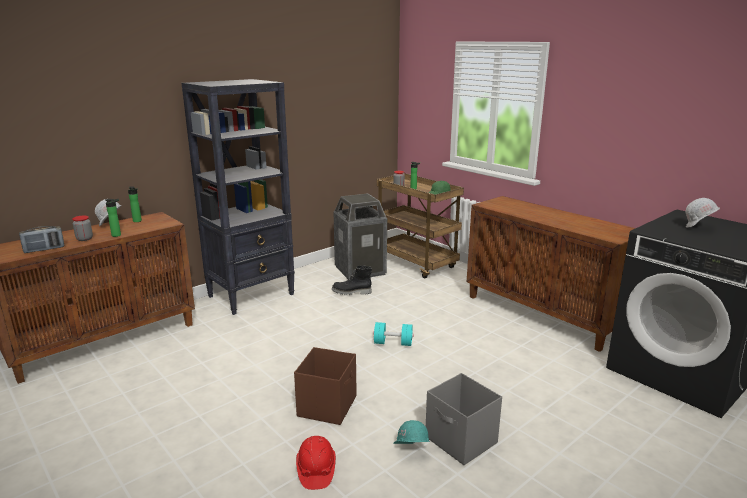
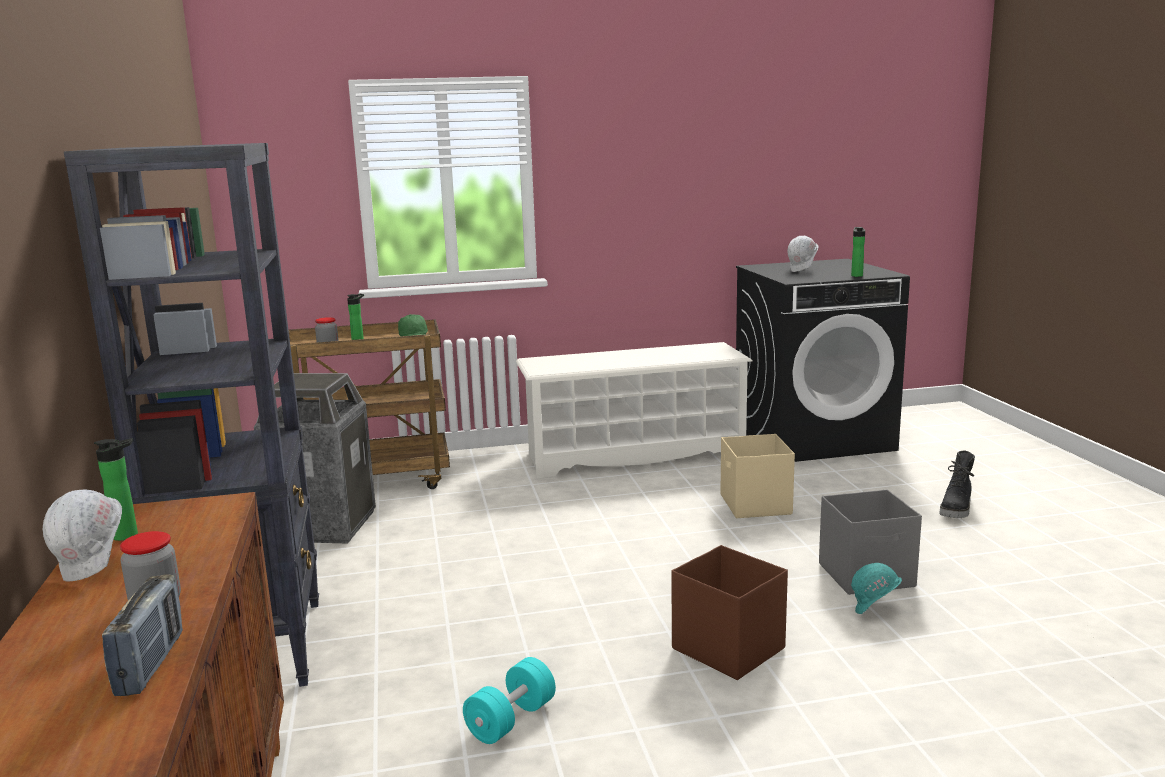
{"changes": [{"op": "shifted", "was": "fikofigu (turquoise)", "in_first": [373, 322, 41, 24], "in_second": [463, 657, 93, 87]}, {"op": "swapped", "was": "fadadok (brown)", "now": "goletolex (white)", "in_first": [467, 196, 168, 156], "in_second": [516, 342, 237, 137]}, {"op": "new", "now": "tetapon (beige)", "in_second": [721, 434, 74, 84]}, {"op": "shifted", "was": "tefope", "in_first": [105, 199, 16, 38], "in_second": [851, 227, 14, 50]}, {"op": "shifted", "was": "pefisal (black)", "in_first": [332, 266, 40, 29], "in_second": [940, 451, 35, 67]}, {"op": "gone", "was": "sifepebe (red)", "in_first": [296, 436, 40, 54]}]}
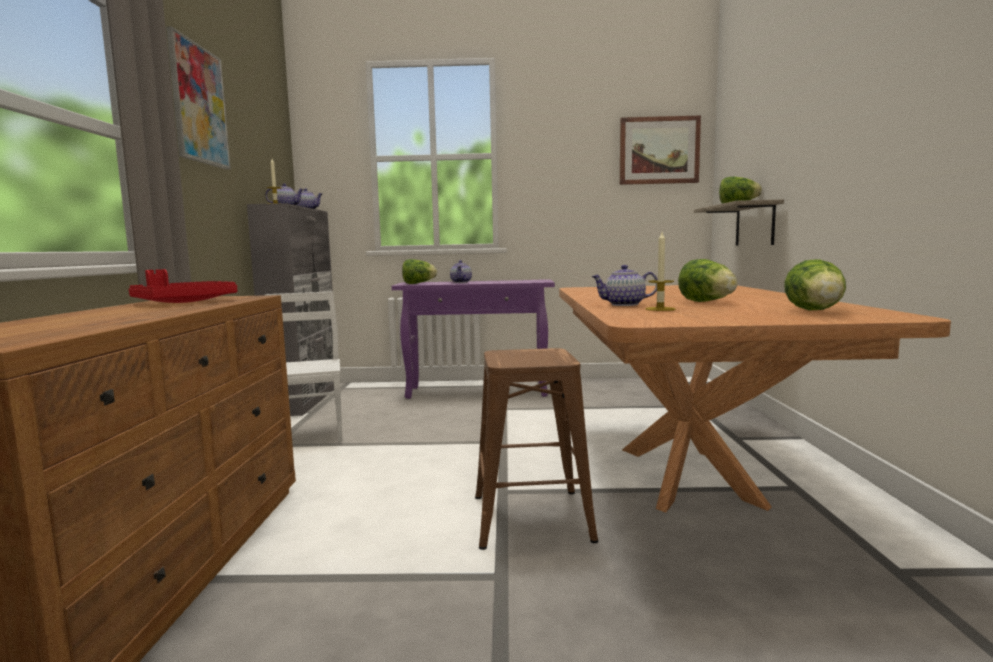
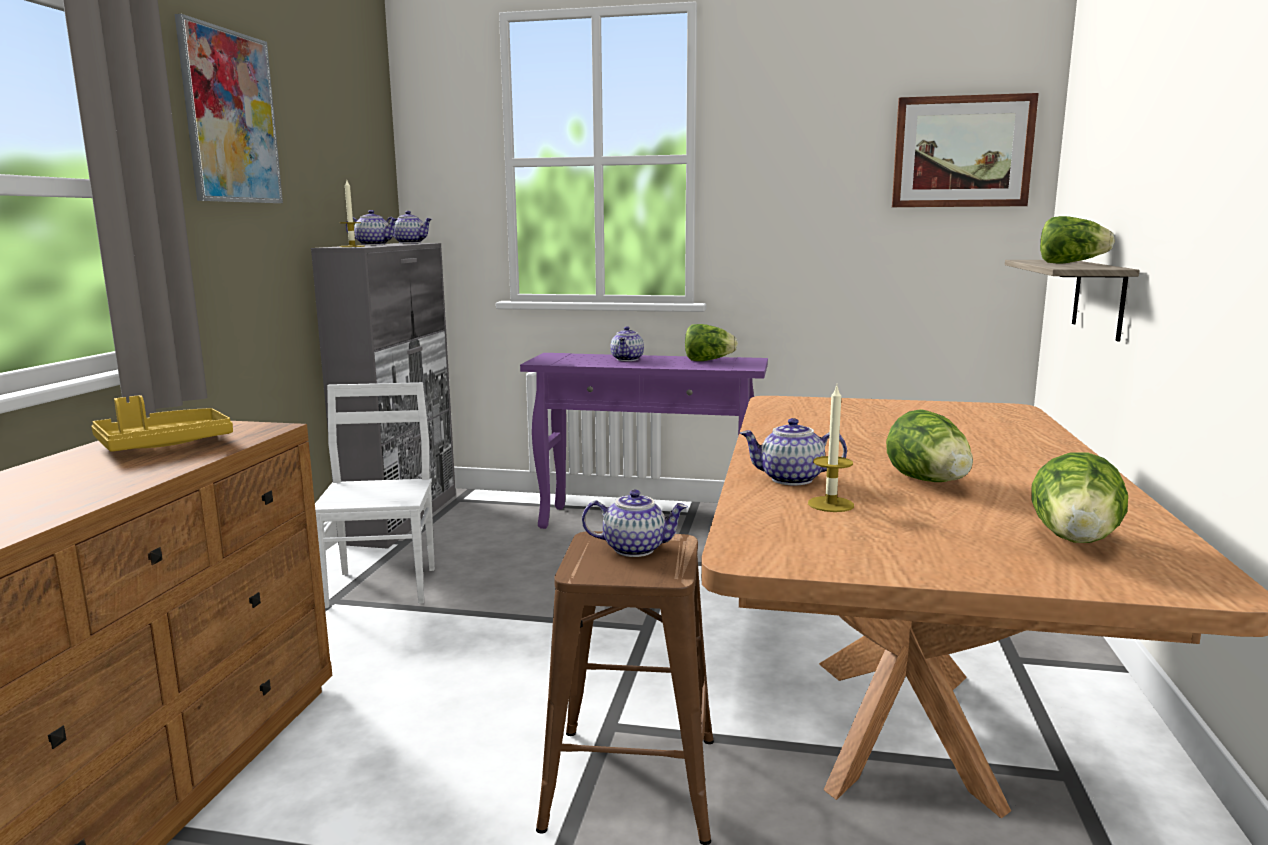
{"changes": [{"op": "repainted", "was": "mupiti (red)", "now": "mupiti (yellow)", "in_first": [129, 269, 108, 34], "in_second": [91, 395, 142, 57]}, {"op": "new", "now": "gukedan", "in_second": [582, 490, 106, 67]}, {"op": "shifted", "was": "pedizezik", "in_first": [402, 259, 35, 25], "in_second": [685, 324, 53, 37]}]}
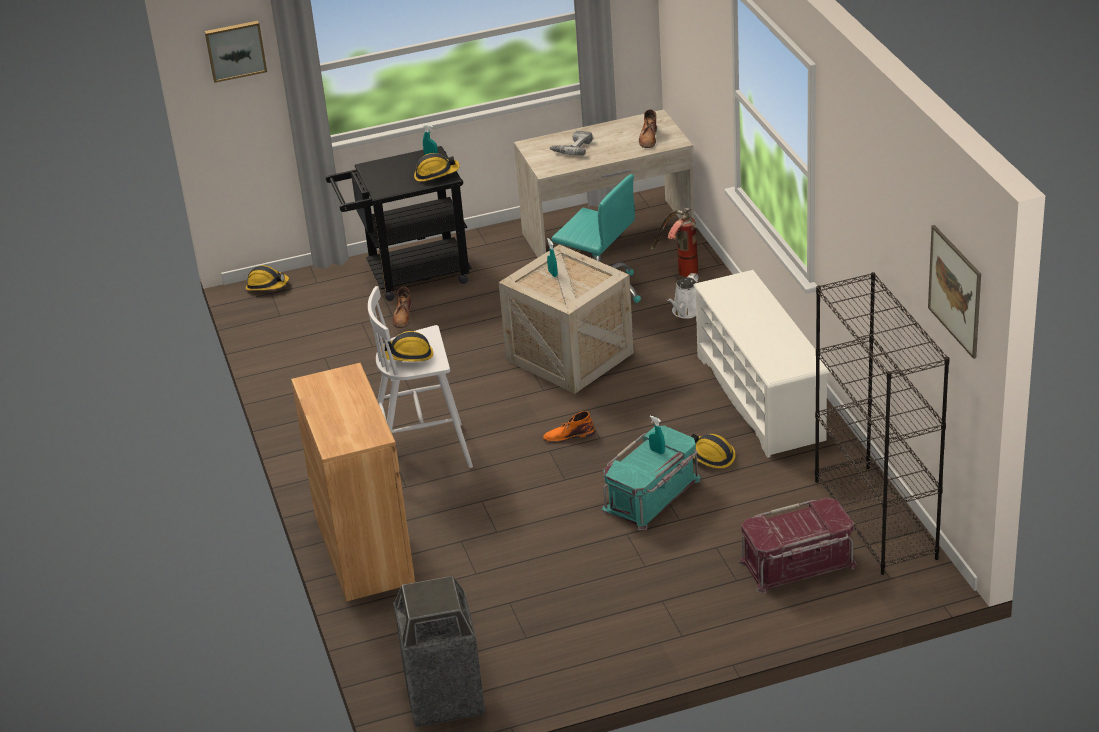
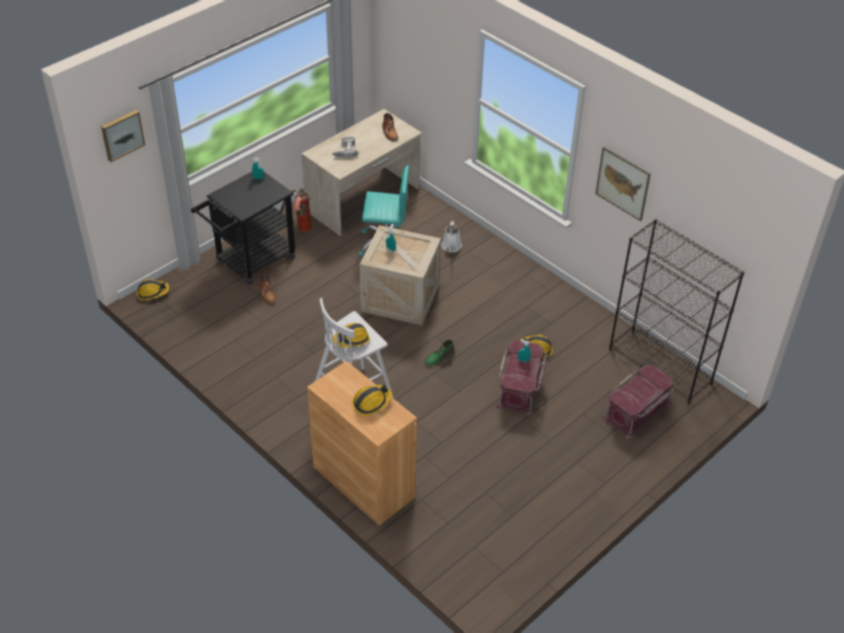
{"changes": [{"op": "shifted", "was": "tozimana", "in_first": [651, 208, 47, 69], "in_second": [280, 188, 31, 44]}, {"op": "shifted", "was": "sifepebe", "in_first": [414, 153, 46, 29], "in_second": [352, 385, 40, 31]}, {"op": "repainted", "was": "pefisal (orange)", "now": "pefisal (green)", "in_first": [543, 411, 52, 32], "in_second": [425, 340, 30, 26]}, {"op": "repainted", "was": "tetapon (turquoise)", "now": "tetapon (red)", "in_first": [602, 426, 99, 105], "in_second": [496, 340, 51, 75]}, {"op": "shifted", "was": "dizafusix", "in_first": [928, 225, 53, 134], "in_second": [595, 147, 56, 74]}, {"op": "gone", "was": "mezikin", "in_first": [393, 576, 92, 151]}, {"op": "gone", "was": "goletolex (white)", "in_first": [693, 270, 139, 188]}]}
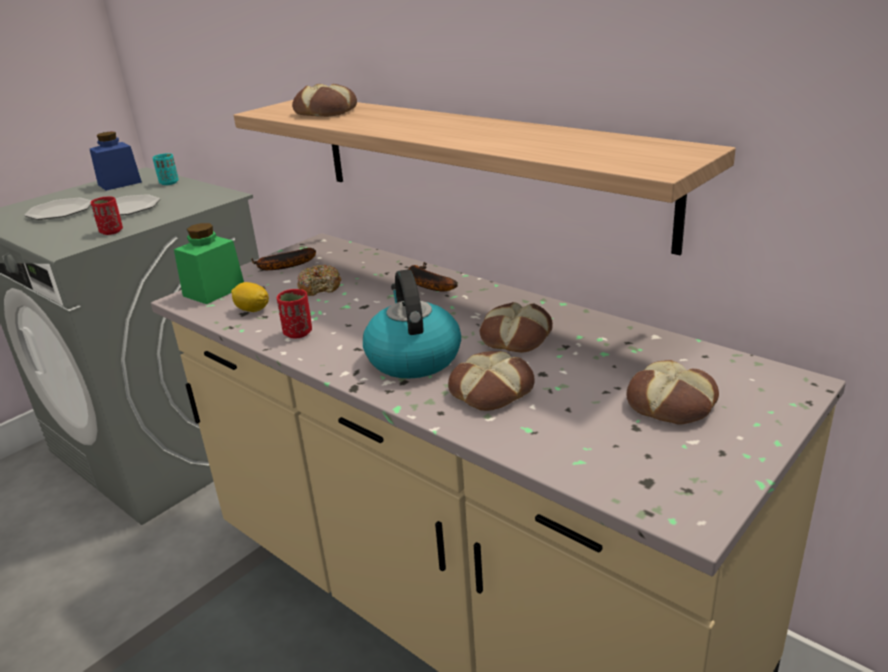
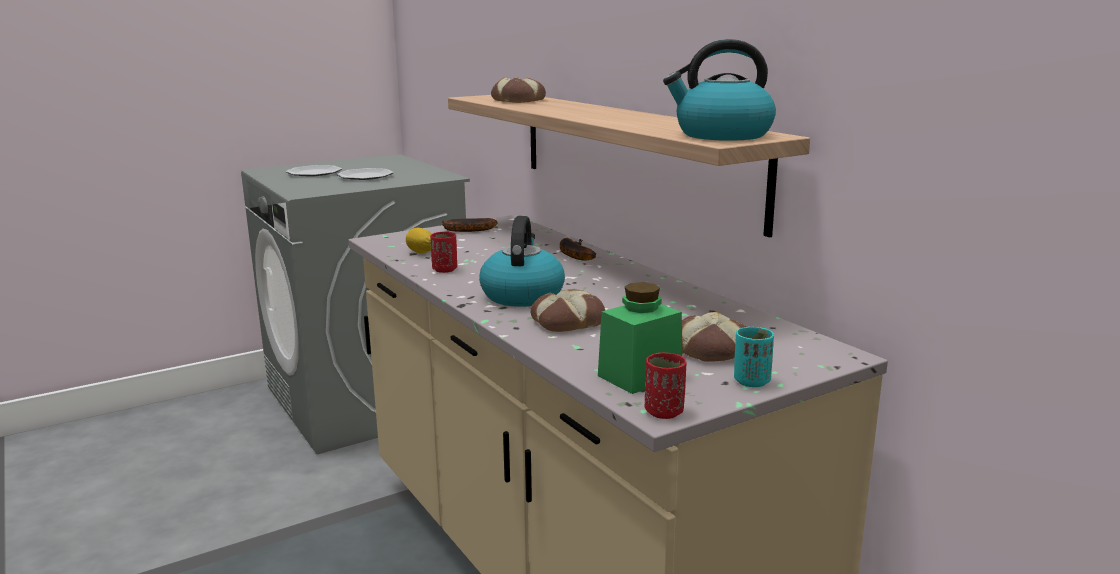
{"changes": [{"op": "shifted", "was": "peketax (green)", "in_first": [174, 223, 70, 81], "in_second": [598, 282, 84, 112]}, {"op": "shifted", "was": "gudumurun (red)", "in_first": [91, 197, 32, 38], "in_second": [645, 352, 42, 67]}, {"op": "new", "now": "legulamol", "in_second": [663, 39, 113, 102]}, {"op": "shifted", "was": "gudumurun (turquoise)", "in_first": [152, 153, 27, 32], "in_second": [734, 327, 40, 60]}, {"op": "gone", "was": "peketax (blue)", "in_first": [90, 132, 52, 59]}, {"op": "gone", "was": "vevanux", "in_first": [297, 265, 44, 31]}, {"op": "gone", "was": "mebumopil", "in_first": [480, 302, 73, 51]}]}
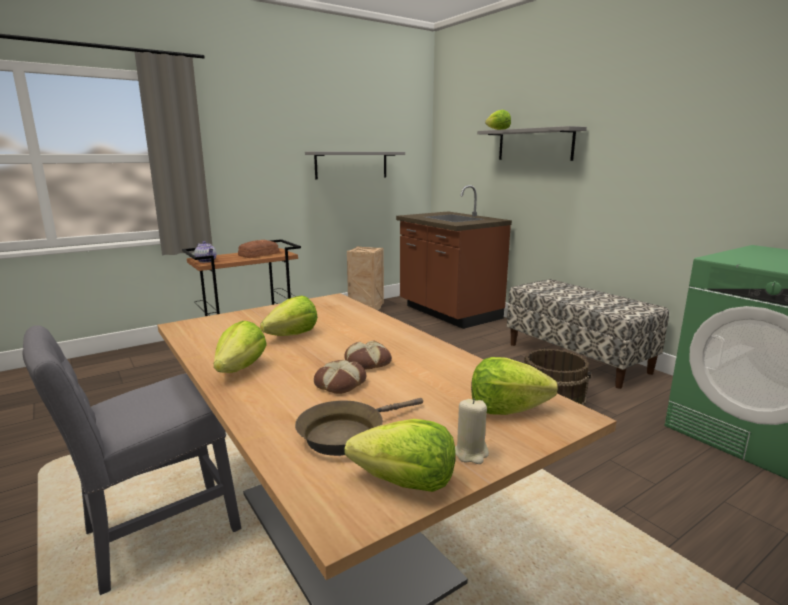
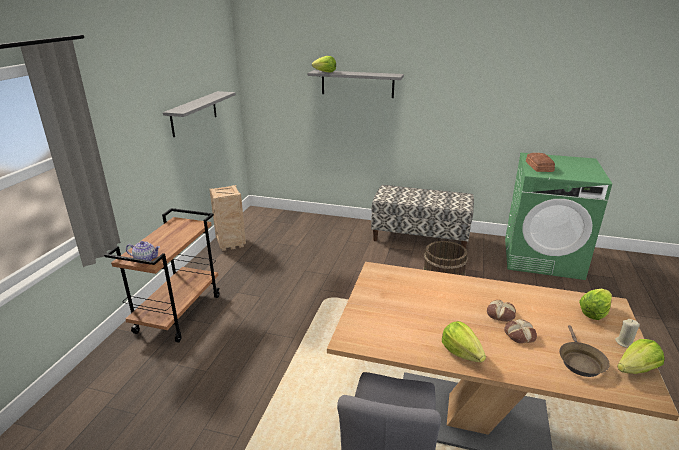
{"changes": [{"op": "shifted", "was": "mebumopil", "in_first": [238, 240, 41, 18], "in_second": [526, 153, 29, 19]}, {"op": "gone", "was": "pedizezik", "in_first": [260, 296, 57, 40]}, {"op": "gone", "was": "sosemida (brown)", "in_first": [396, 185, 116, 144]}]}
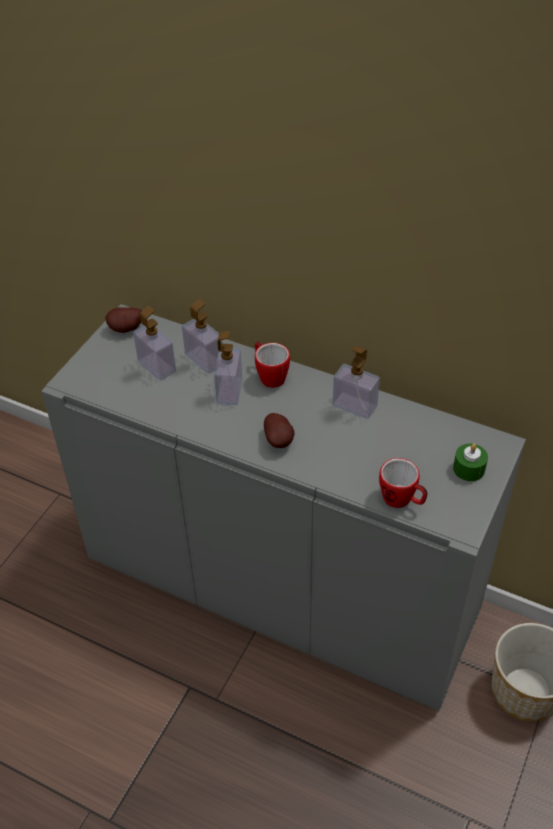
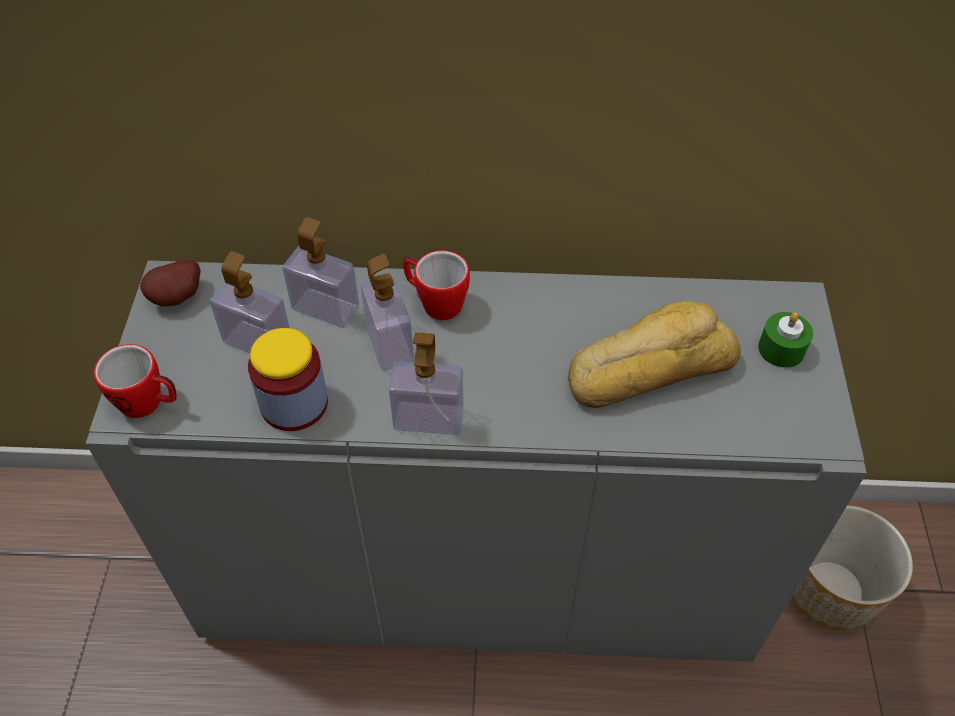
{"changes": [{"op": "shifted", "was": "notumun", "in_first": [379, 458, 48, 50], "in_second": [94, 344, 82, 74]}, {"op": "new", "now": "peketax", "in_second": [248, 328, 80, 103]}, {"op": "shifted", "was": "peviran", "in_first": [333, 346, 47, 73], "in_second": [389, 332, 75, 103]}, {"op": "new", "now": "mebumopil", "in_second": [567, 301, 174, 107]}, {"op": "gone", "was": "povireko", "in_first": [264, 413, 31, 35]}]}
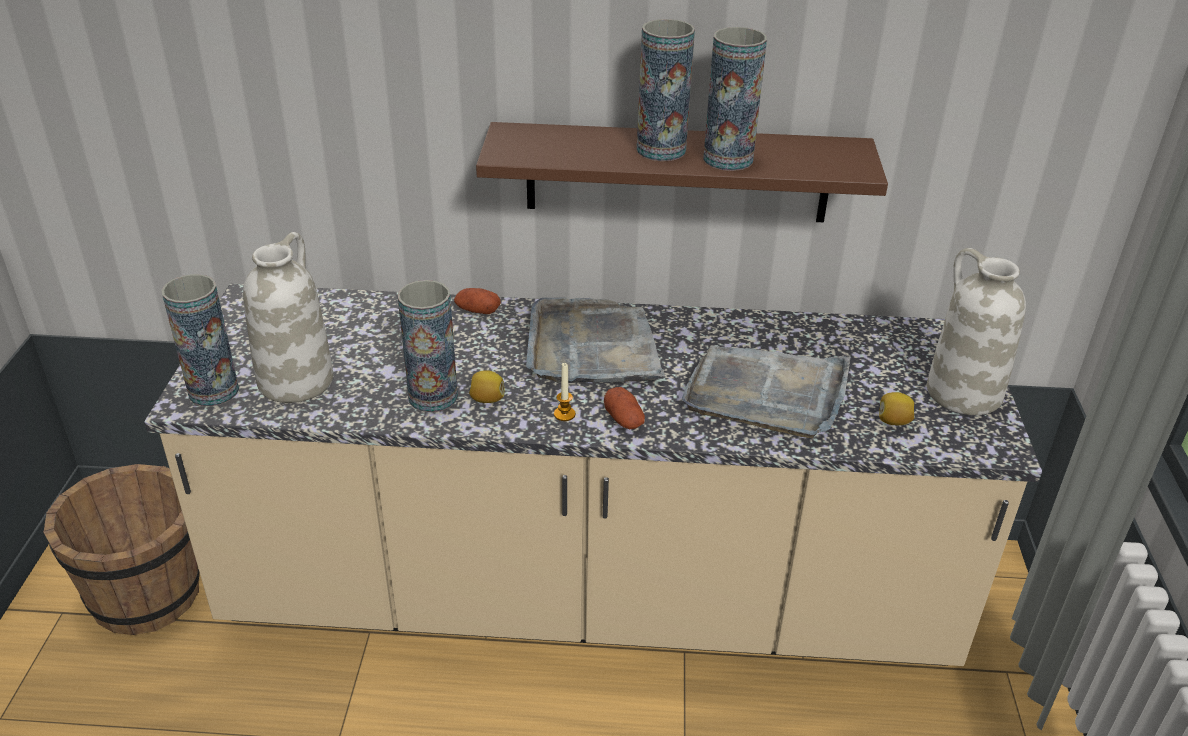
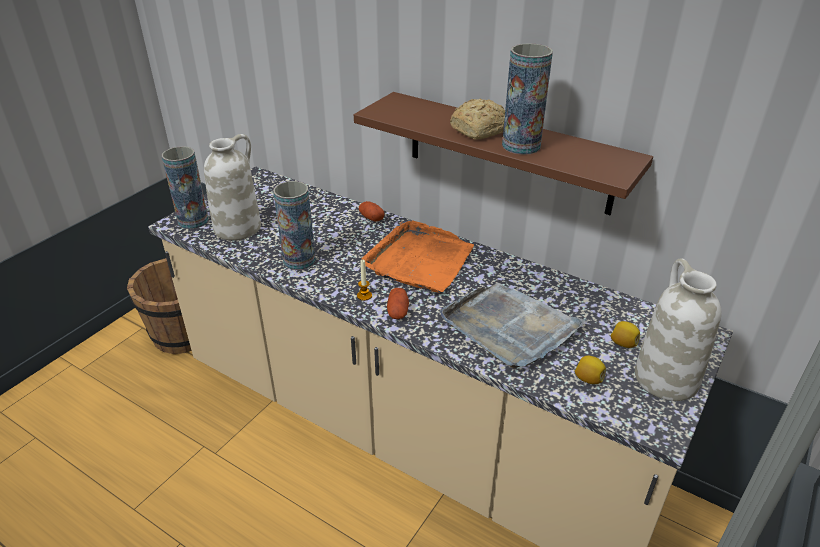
{"changes": [{"op": "repainted", "was": "mupiti (grey)", "now": "mupiti (orange)", "in_first": [526, 297, 139, 86], "in_second": [362, 220, 112, 73]}, {"op": "swapped", "was": "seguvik", "now": "mebumopil", "in_first": [637, 19, 58, 142], "in_second": [450, 99, 55, 40]}, {"op": "shifted", "was": "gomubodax", "in_first": [469, 370, 35, 33], "in_second": [611, 321, 29, 27]}]}
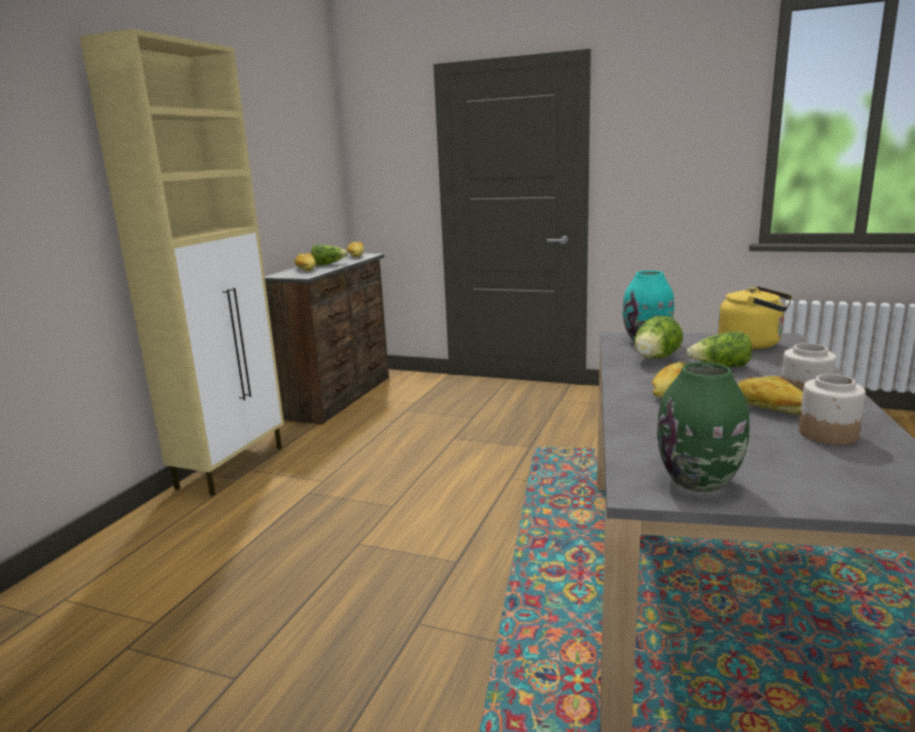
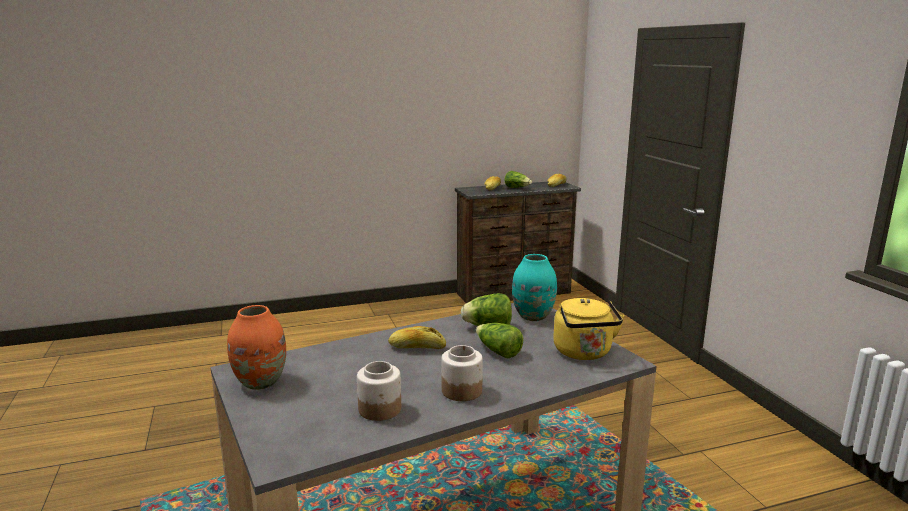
{"changes": [{"op": "repainted", "was": "seguvik (green)", "now": "seguvik (orange)", "in_first": [657, 362, 93, 130], "in_second": [227, 305, 59, 85]}, {"op": "gone", "was": "fadadok (beige)", "in_first": [79, 29, 205, 467]}, {"op": "gone", "was": "mebumopil", "in_first": [738, 376, 65, 39]}]}
